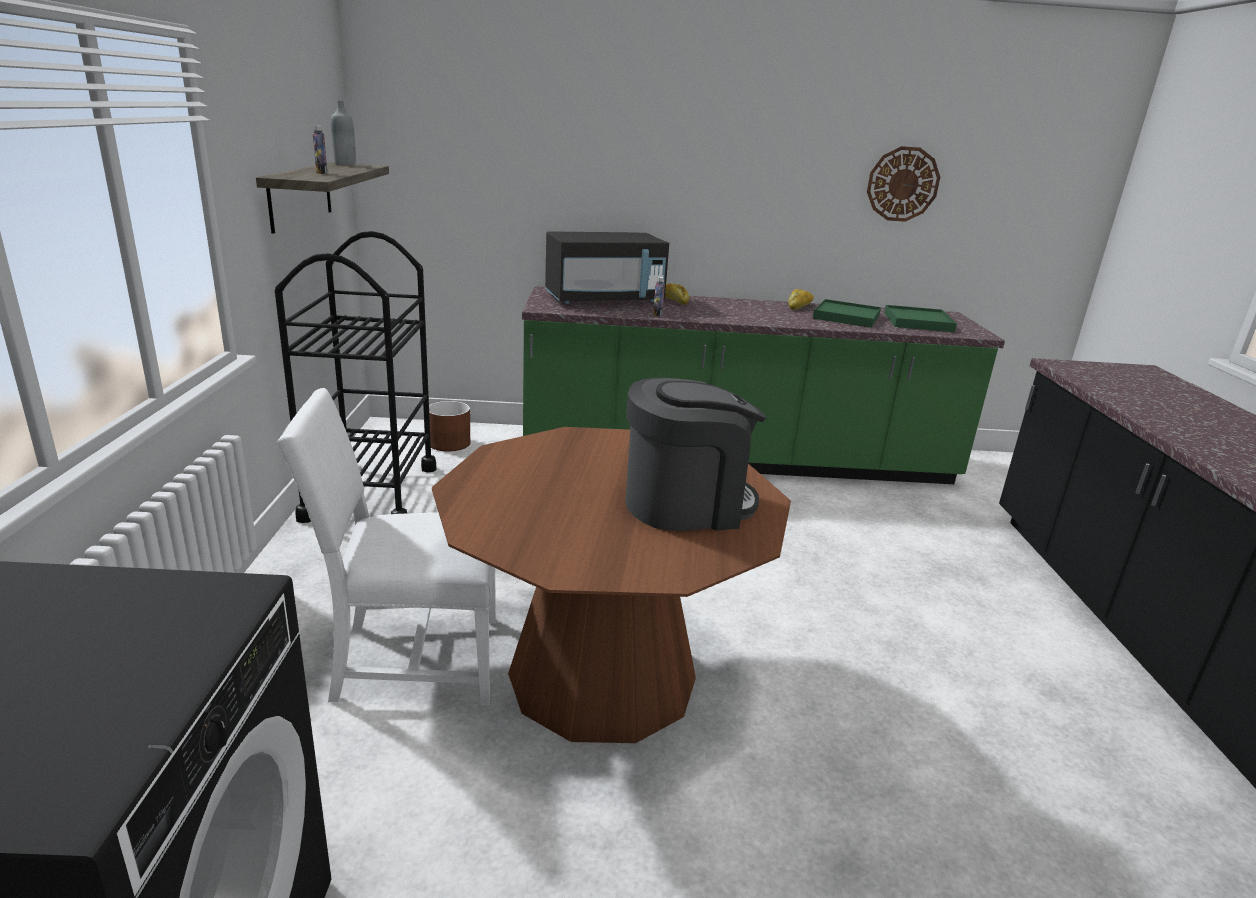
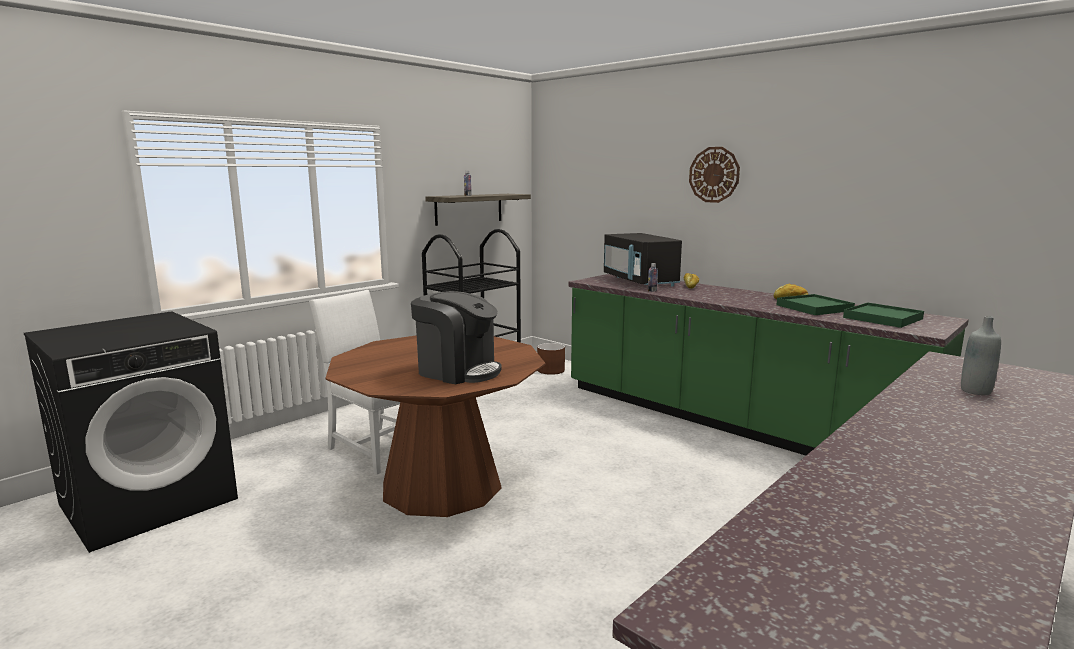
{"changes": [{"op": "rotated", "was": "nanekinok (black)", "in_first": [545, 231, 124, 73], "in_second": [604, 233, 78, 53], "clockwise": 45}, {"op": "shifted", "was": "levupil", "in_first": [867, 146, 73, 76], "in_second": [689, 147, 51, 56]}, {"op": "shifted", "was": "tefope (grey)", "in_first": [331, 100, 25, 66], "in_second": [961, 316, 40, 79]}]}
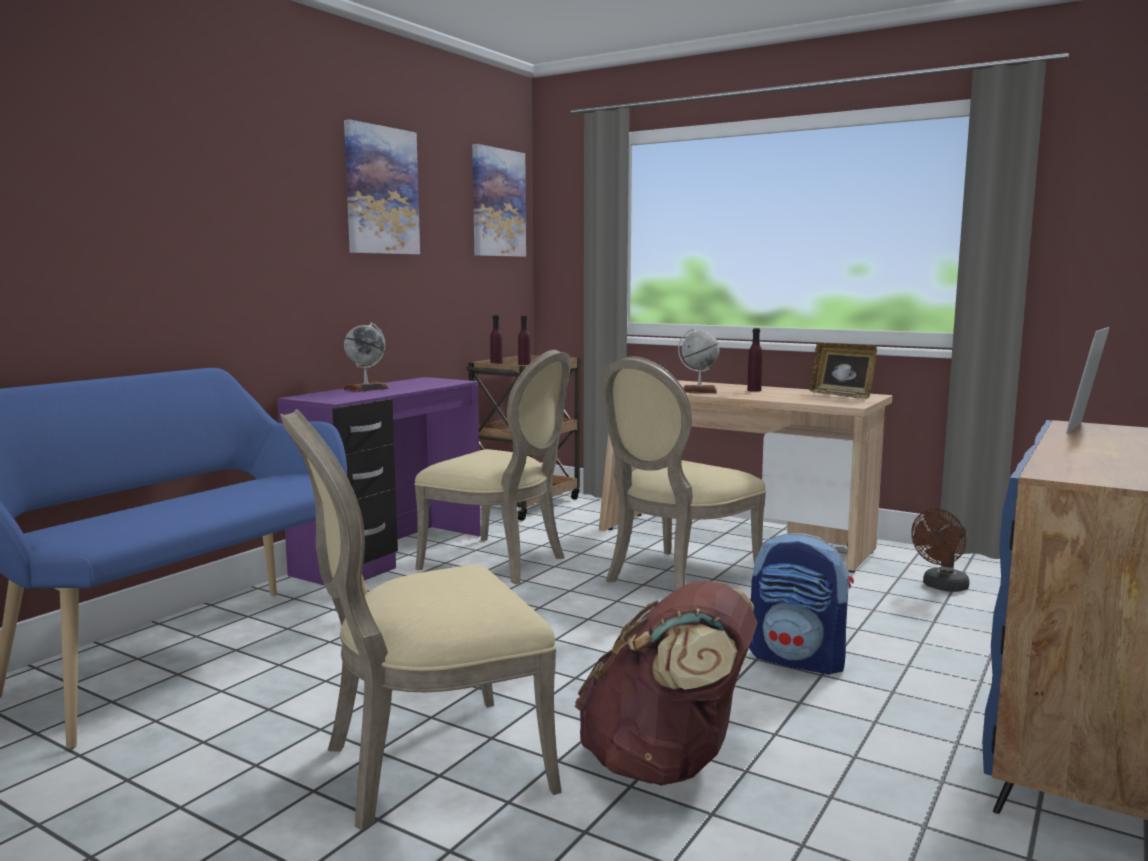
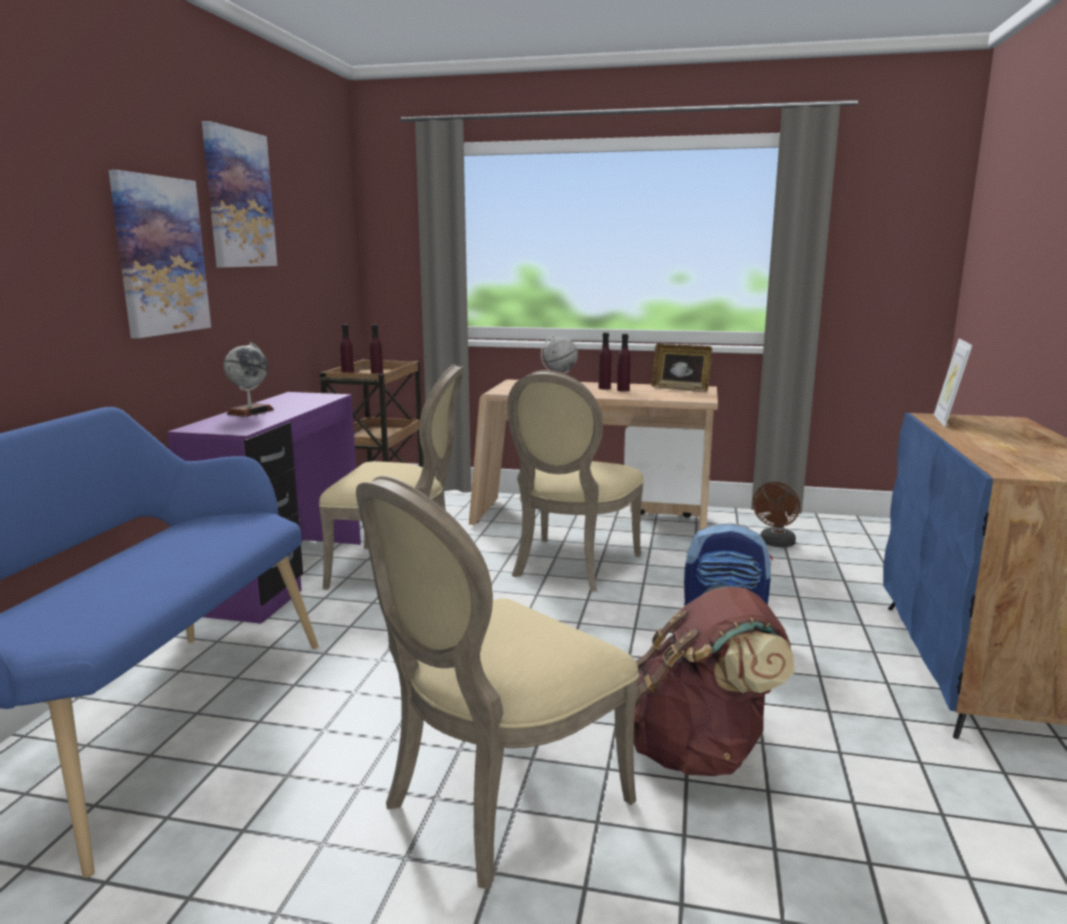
{"changes": [{"op": "shifted", "was": "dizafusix", "in_first": [472, 144, 54, 113], "in_second": [109, 170, 102, 168]}, {"op": "new", "now": "tefope (purple)", "in_second": [617, 334, 14, 57]}]}
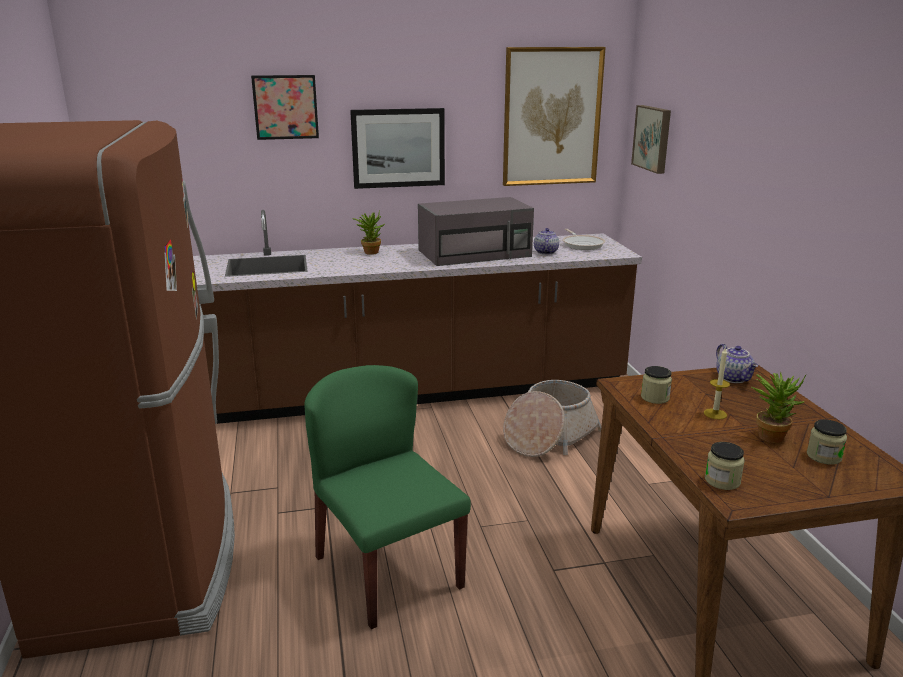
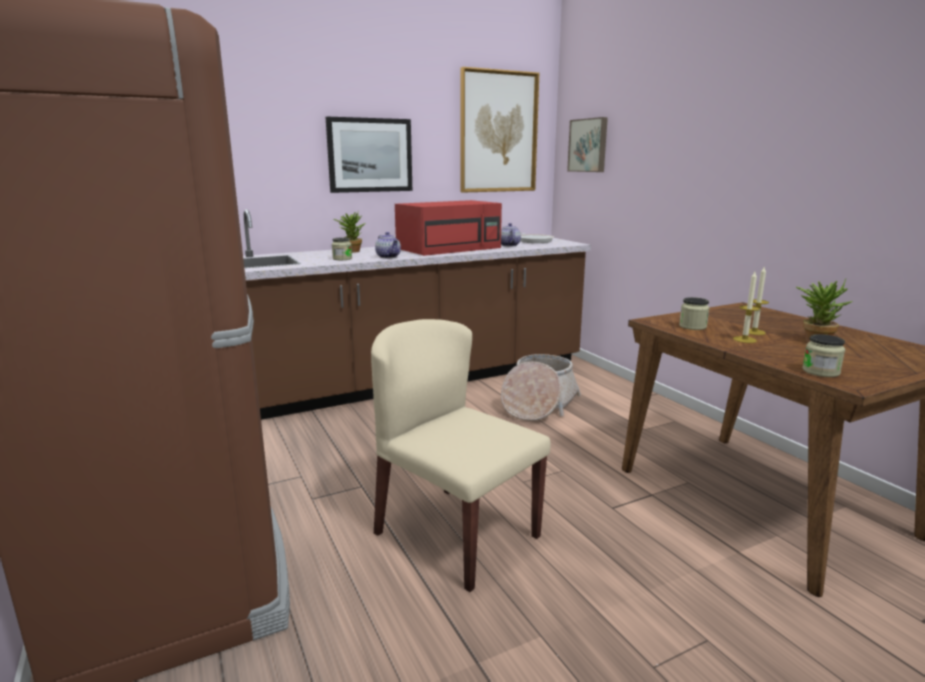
{"changes": [{"op": "shifted", "was": "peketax", "in_first": [807, 419, 40, 46], "in_second": [332, 237, 20, 23]}, {"op": "repainted", "was": "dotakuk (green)", "now": "dotakuk (beige)", "in_first": [304, 365, 167, 264], "in_second": [371, 319, 180, 273]}, {"op": "shifted", "was": "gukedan", "in_first": [716, 344, 42, 39], "in_second": [375, 232, 26, 26]}, {"op": "repainted", "was": "nanekinok (grey)", "now": "nanekinok (red)", "in_first": [418, 197, 116, 69], "in_second": [395, 200, 107, 56]}, {"op": "new", "now": "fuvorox", "in_second": [733, 272, 27, 71]}, {"op": "gone", "was": "dizafusix", "in_first": [251, 75, 68, 65]}]}
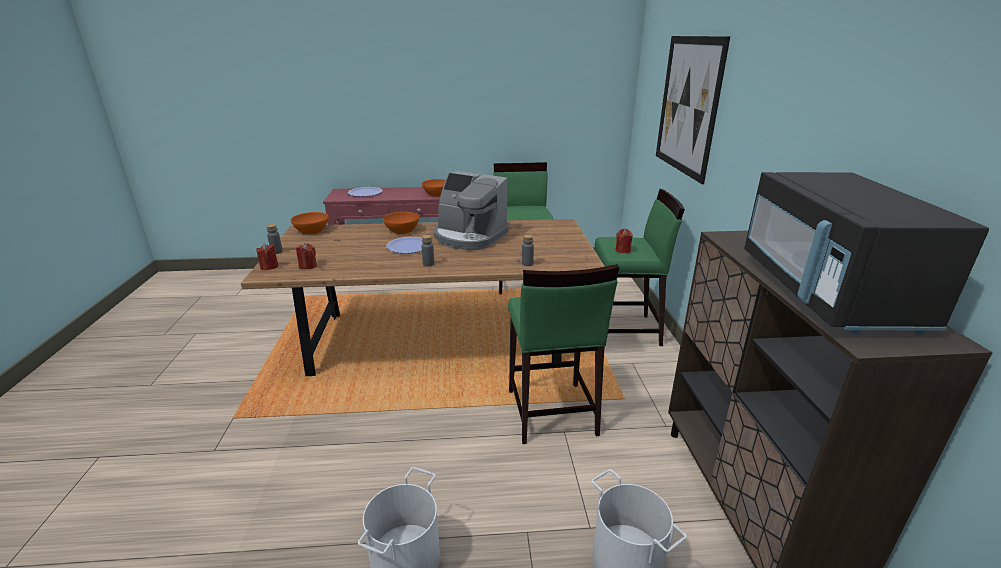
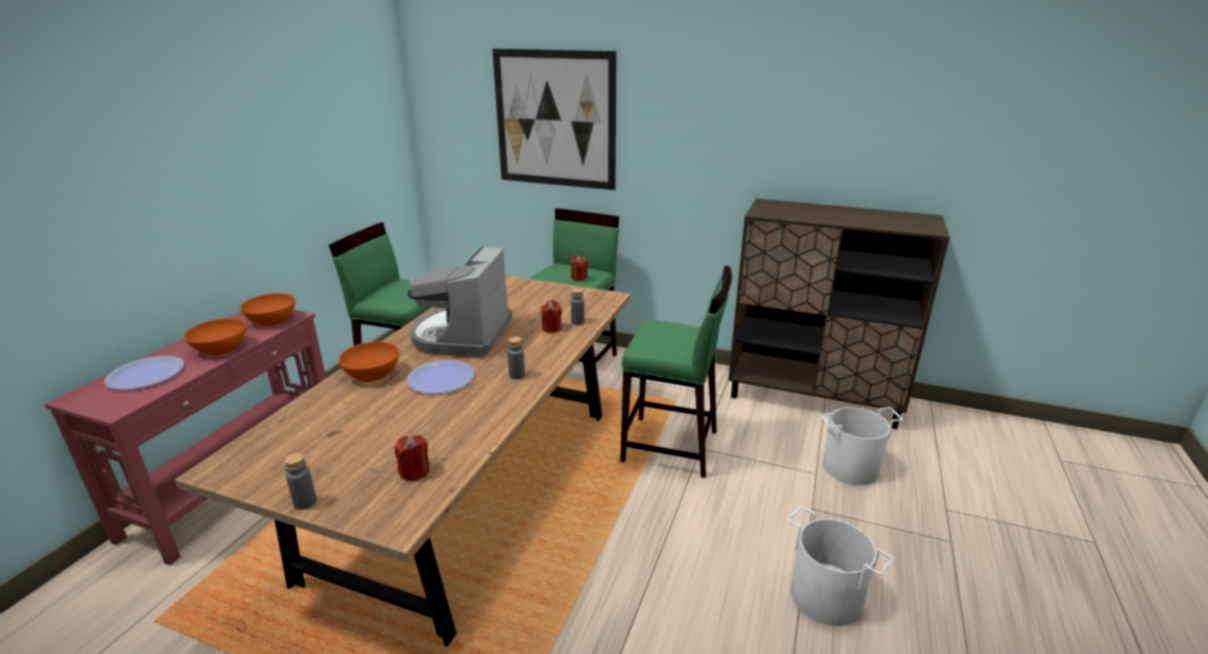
{"changes": [{"op": "shifted", "was": "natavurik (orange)", "in_first": [291, 212, 38, 23], "in_second": [184, 318, 62, 38]}, {"op": "rotated", "was": "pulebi", "in_first": [434, 171, 75, 79], "in_second": [407, 246, 105, 111], "clockwise": 135}, {"op": "shifted", "was": "fuvorox (red)", "in_first": [256, 244, 23, 26], "in_second": [541, 300, 21, 33]}, {"op": "gone", "was": "nanekinok (black)", "in_first": [744, 172, 245, 163]}]}
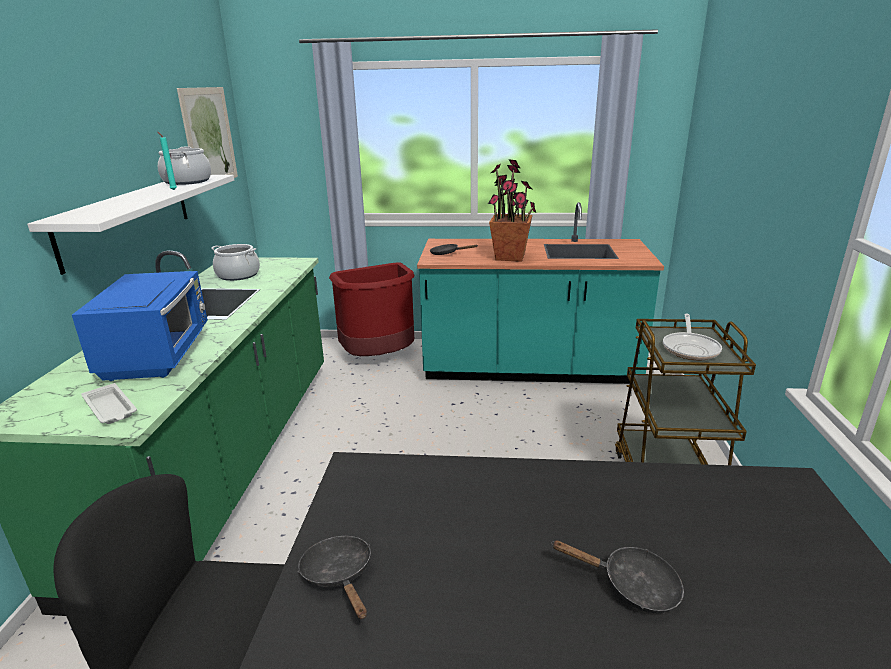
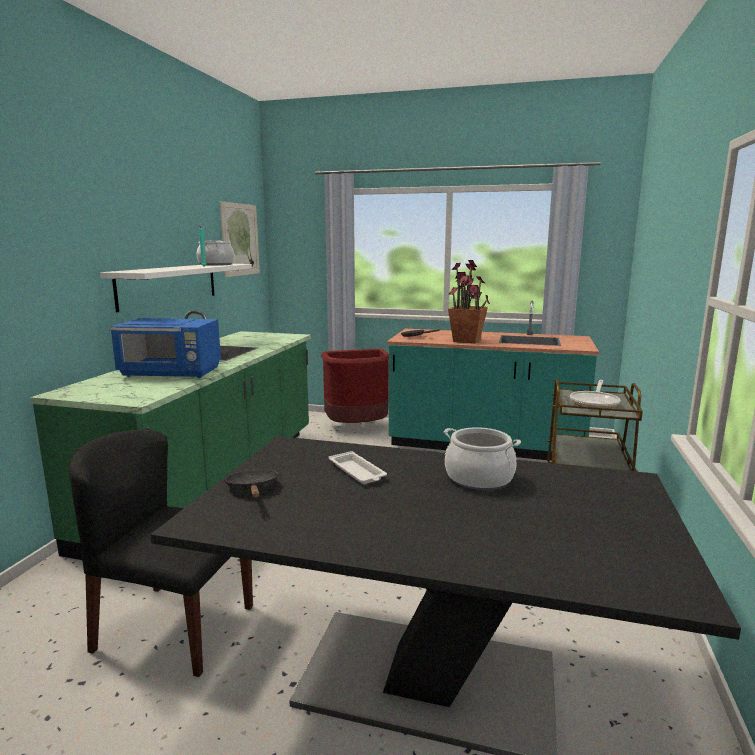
{"changes": [{"op": "rotated", "was": "nanekinok (blue)", "in_first": [72, 271, 135, 110], "in_second": [110, 318, 111, 60], "clockwise": 90}, {"op": "shifted", "was": "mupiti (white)", "in_first": [81, 383, 56, 41], "in_second": [329, 451, 58, 33]}, {"op": "shifted", "was": "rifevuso", "in_first": [211, 244, 49, 37], "in_second": [444, 427, 77, 63]}, {"op": "gone", "was": "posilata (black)", "in_first": [551, 540, 133, 73]}]}
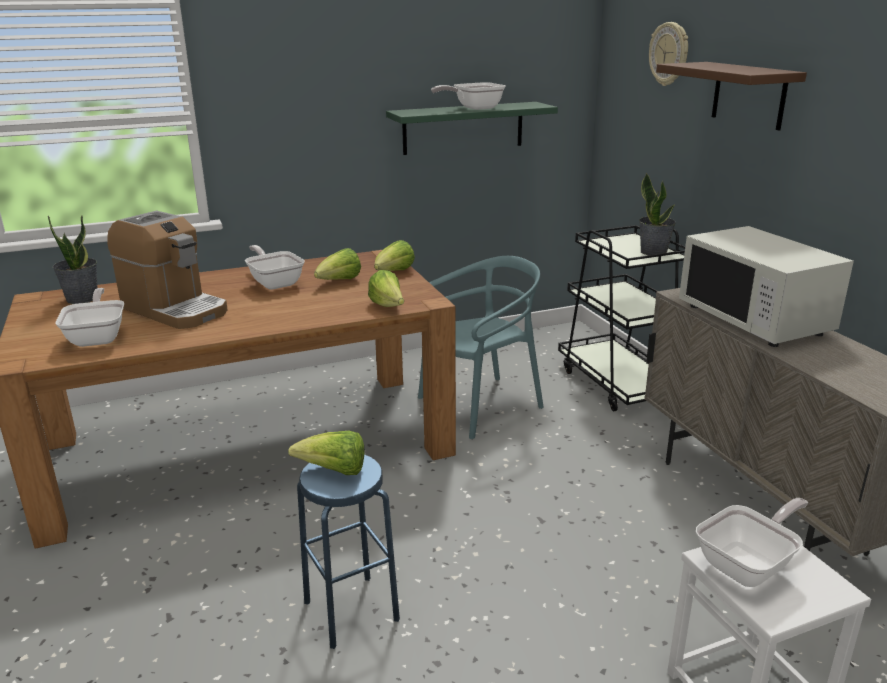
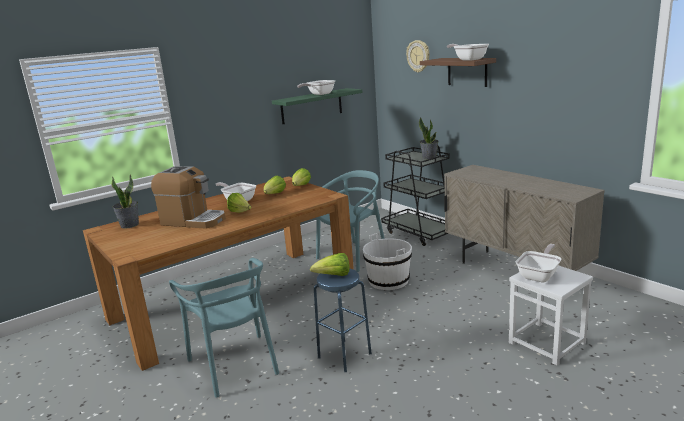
{"changes": [{"op": "new", "now": "dotakuk (turquoise)", "in_second": [169, 258, 110, 140]}, {"op": "shifted", "was": "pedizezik", "in_first": [368, 270, 36, 37], "in_second": [227, 193, 24, 20]}, {"op": "new", "now": "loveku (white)", "in_second": [363, 233, 49, 57]}, {"op": "shifted", "was": "posilata", "in_first": [55, 288, 69, 59], "in_second": [447, 44, 42, 17]}, {"op": "gone", "was": "nanekinok (white)", "in_first": [679, 226, 175, 121]}]}
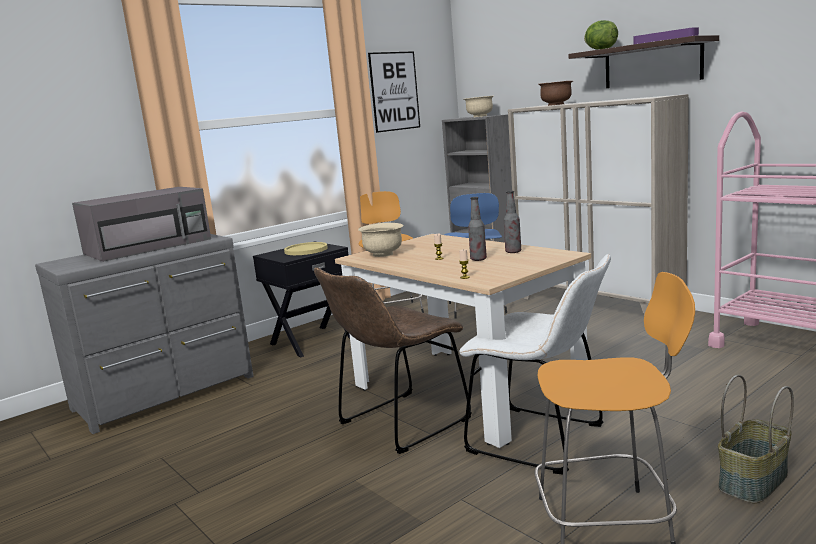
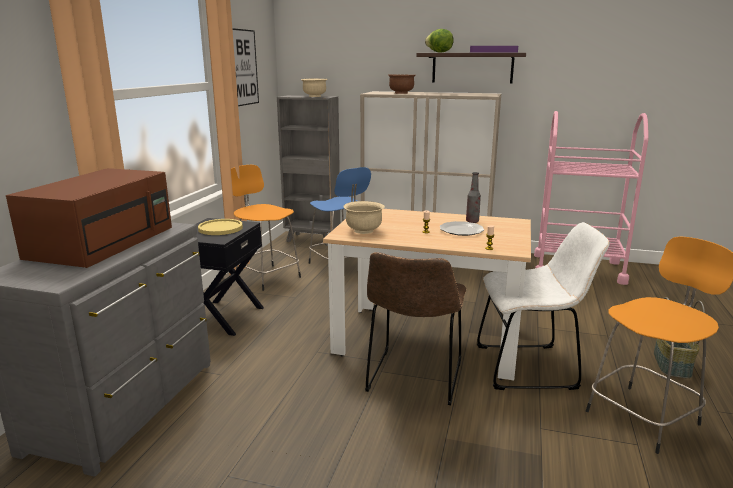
{"changes": [{"op": "repainted", "was": "nanekinok (grey)", "now": "nanekinok (brown)", "in_first": [72, 187, 139, 75], "in_second": [6, 168, 166, 100]}, {"op": "swapped", "was": "tefope", "now": "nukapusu", "in_first": [468, 197, 19, 64], "in_second": [439, 221, 45, 15]}]}
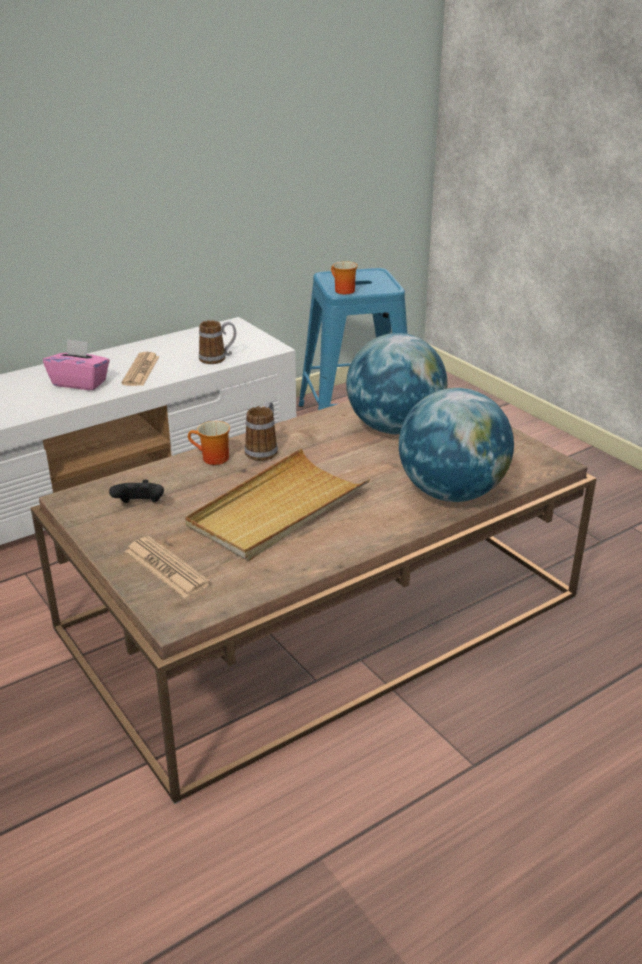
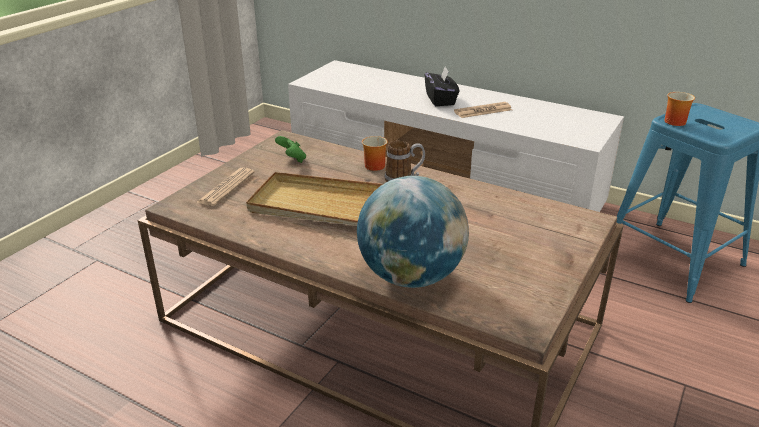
{"changes": [{"op": "repainted", "was": "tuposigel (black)", "now": "tuposigel (green)", "in_first": [109, 479, 55, 24], "in_second": [275, 136, 31, 27]}, {"op": "repainted", "was": "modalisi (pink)", "now": "modalisi (black)", "in_first": [43, 339, 67, 51], "in_second": [425, 66, 35, 40]}, {"op": "gone", "was": "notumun", "in_first": [199, 320, 37, 44]}, {"op": "gone", "was": "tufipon", "in_first": [346, 333, 101, 101]}]}
